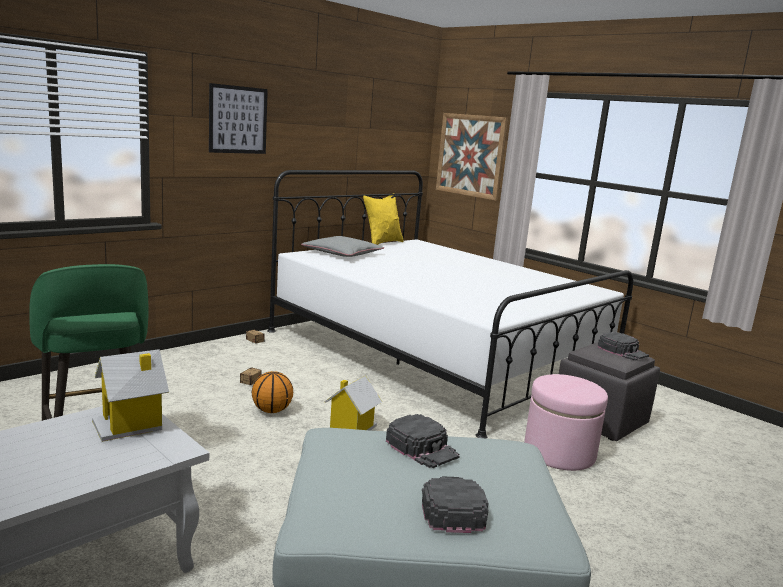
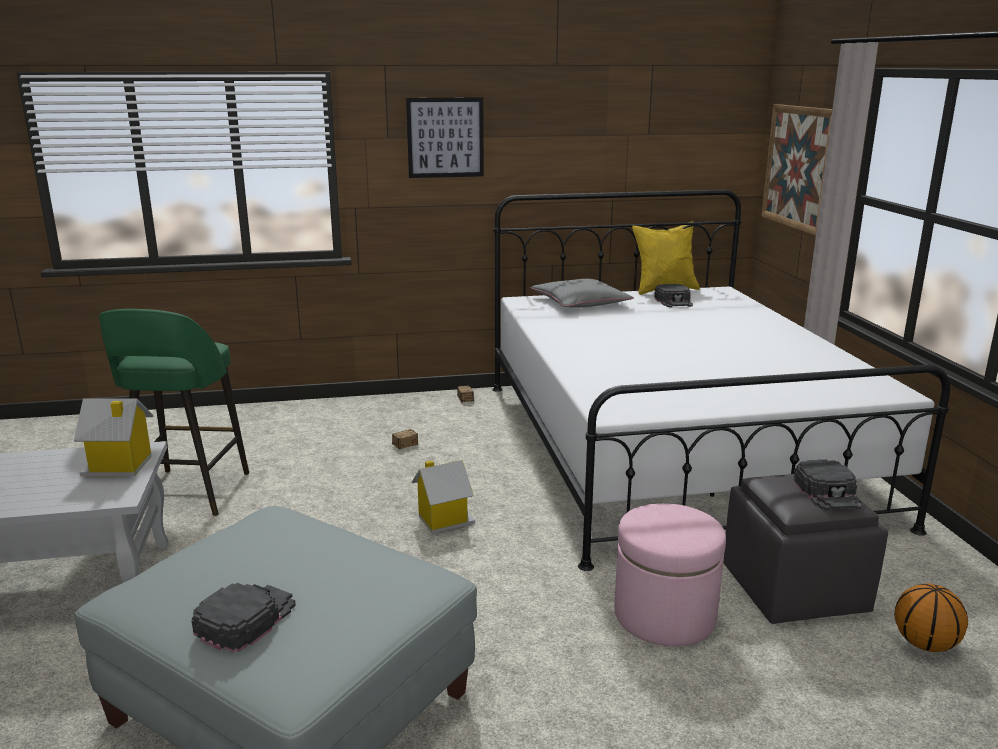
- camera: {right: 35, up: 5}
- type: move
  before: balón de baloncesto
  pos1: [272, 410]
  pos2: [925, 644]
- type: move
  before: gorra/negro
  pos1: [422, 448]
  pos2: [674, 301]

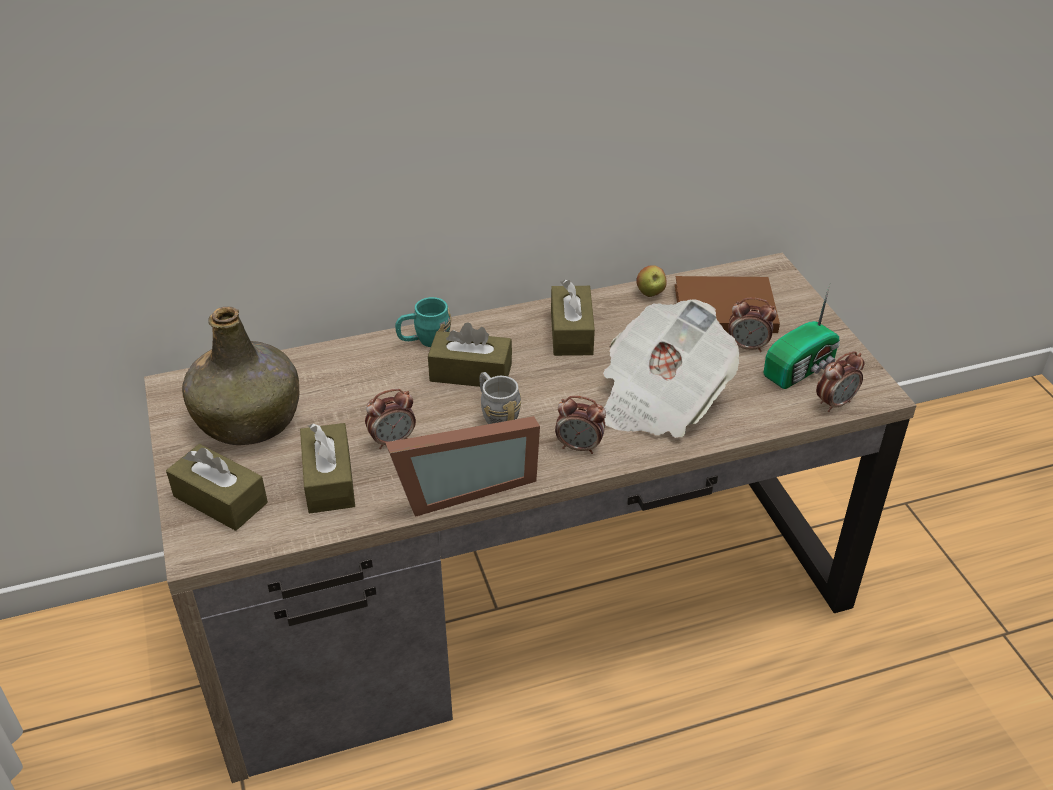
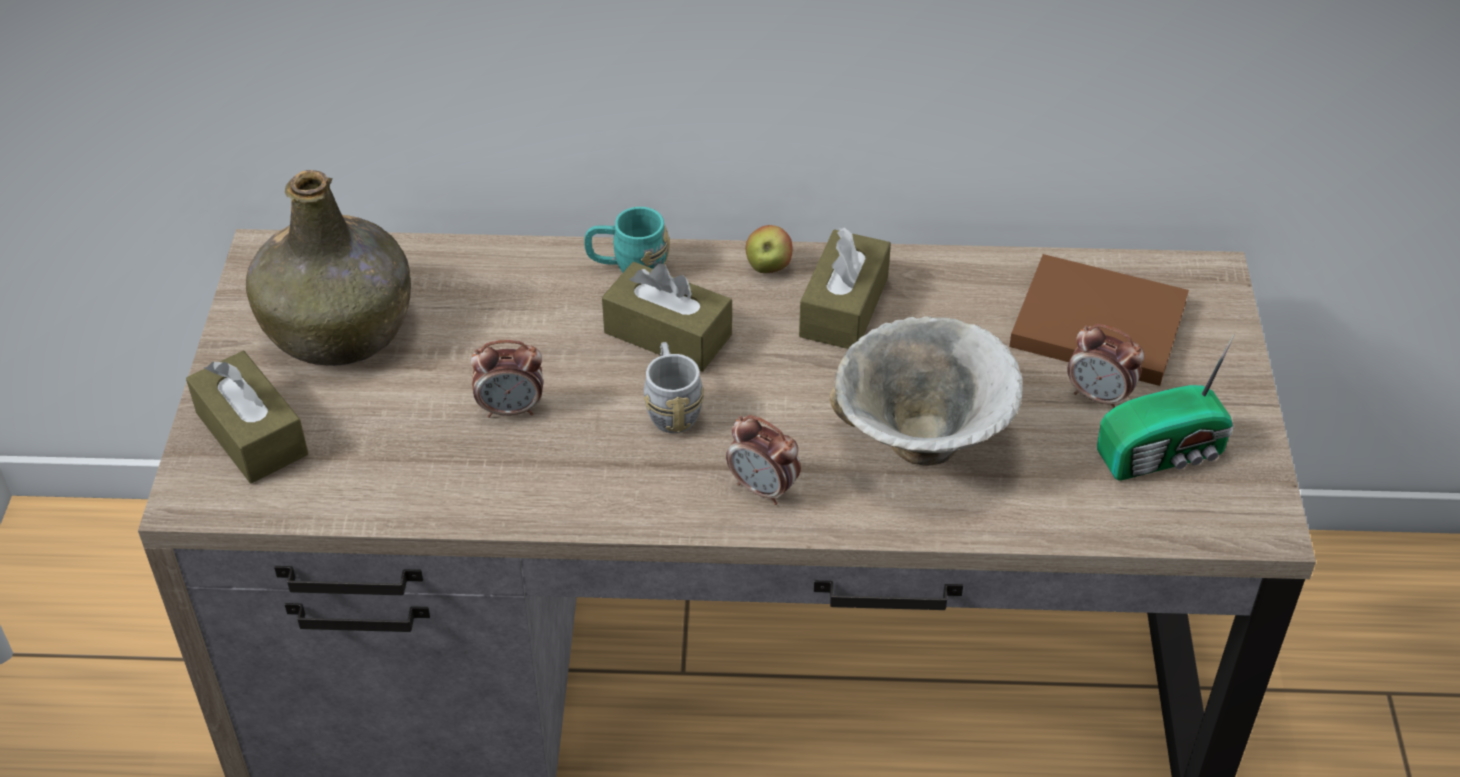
- camera: {right: 20, up: 5}
- type: delete
  before: caja de pañuelos/marrón
  pos1: [329, 480]
- type: delete
  before: portarretratos
  pos1: [462, 486]
- type: delete
  before: despertador
  pos1: [835, 403]
- type: move
  before: manzana
  pos1: [650, 293]
  pos2: [768, 267]
- type: replace
  before: periódico
  after: cuenco
  pos1: [660, 398]
  pos2: [920, 445]

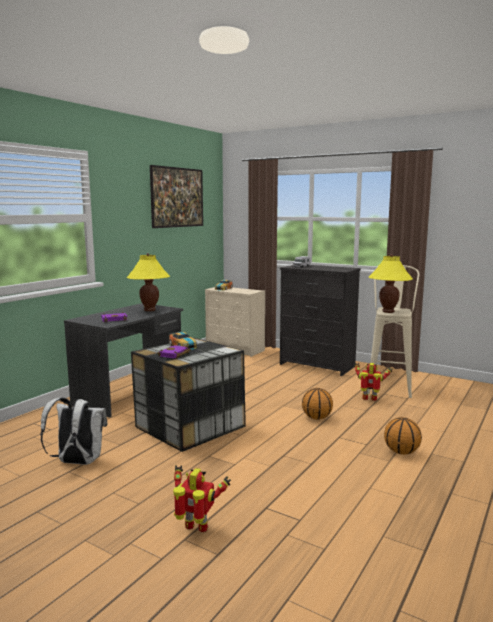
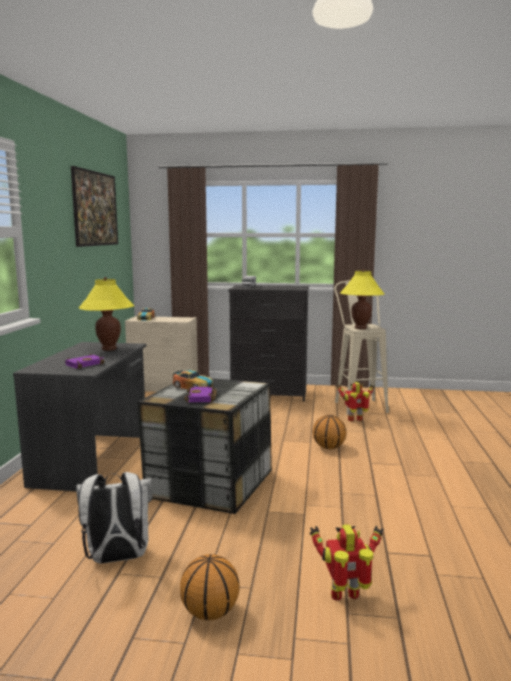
- camera: {right: -25, up: 0}
- type: move
  before: balón de baloncesto
  pos1: [402, 452]
  pos2: [210, 612]

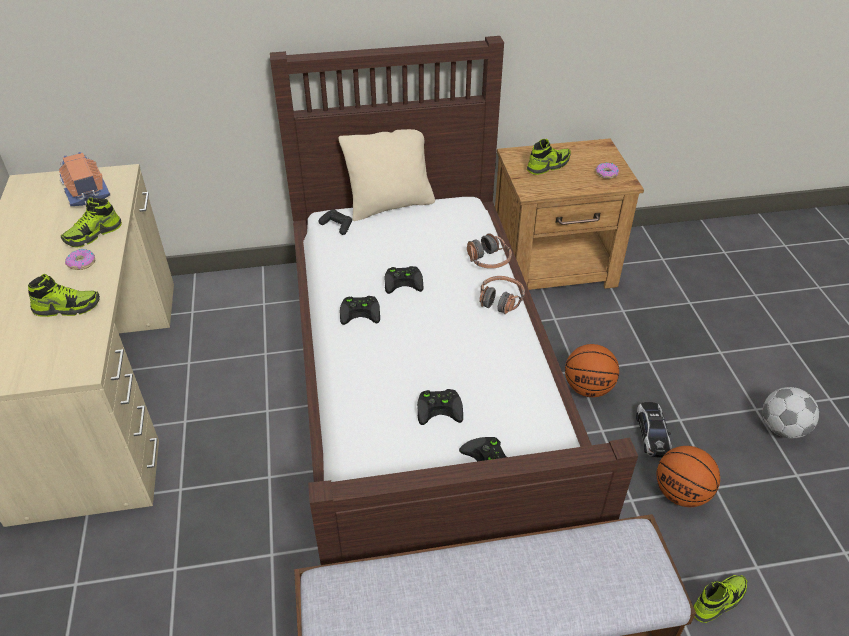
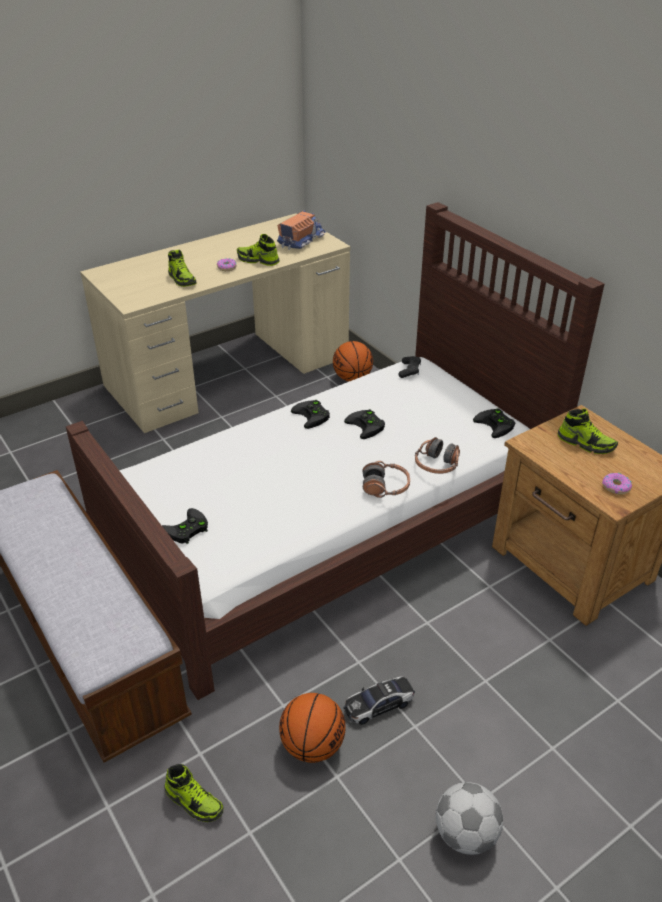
- camera: {right: 65, up: -5}
- type: delete
  before: cojín/beis
  pos1: [390, 205]
- type: move
  before: mando de consola/negro
  pos1: [440, 408]
  pos2: [496, 425]
- type: move
  before: balón de baloncesto
  pos1: [588, 388]
  pos2: [352, 378]

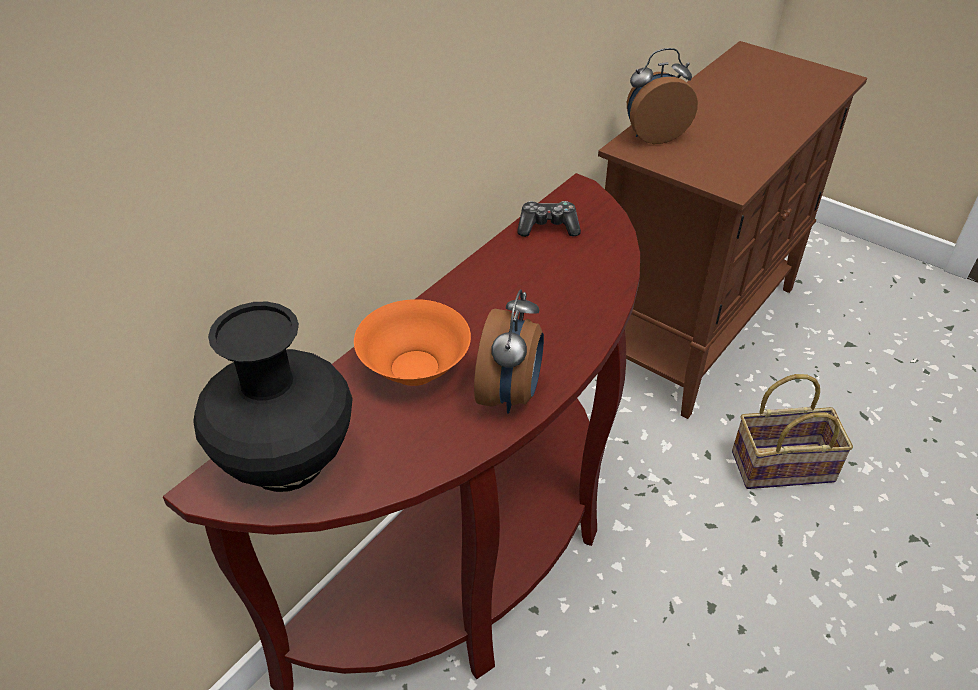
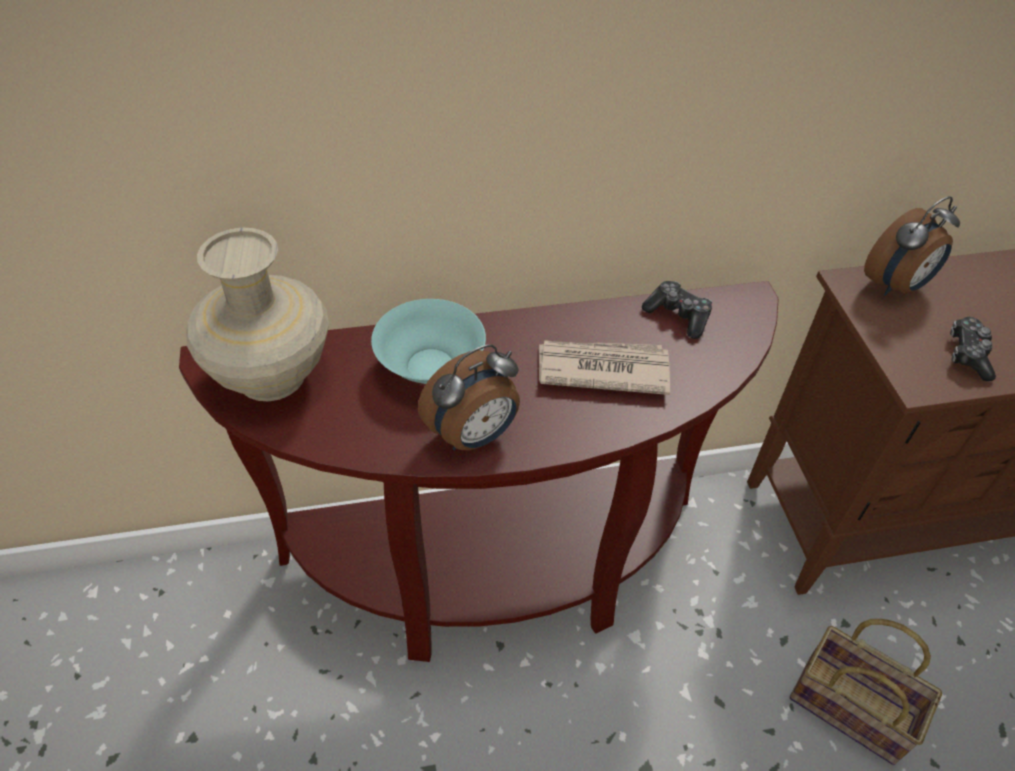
- camera: {right: 40, up: 5}
- type: insert
  after: periódico
  pos2: [601, 369]
- type: insert
  after: mando de consola
  pos2: [968, 355]
- type: recolor
  before: florero/negro
  after: florero/beis
  pos1: [287, 459]
  pos2: [272, 374]
- type: recolor
  before: cuenco/naranja
  after: cuenco/turquesa
  pos1: [415, 368]
  pos2: [430, 367]
- type: rotate
  before: despertador
  pos1: [654, 135]
  pos2: [896, 286]
  turn: 120

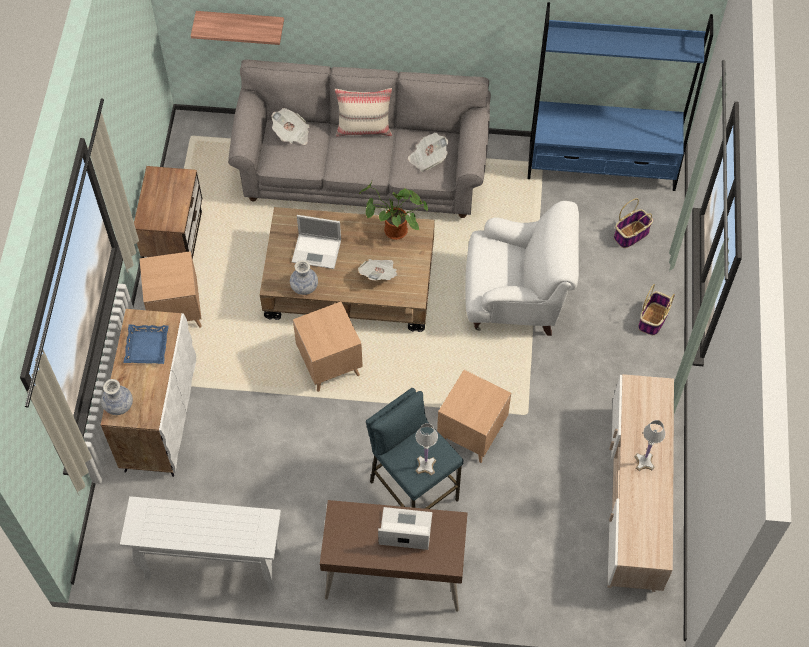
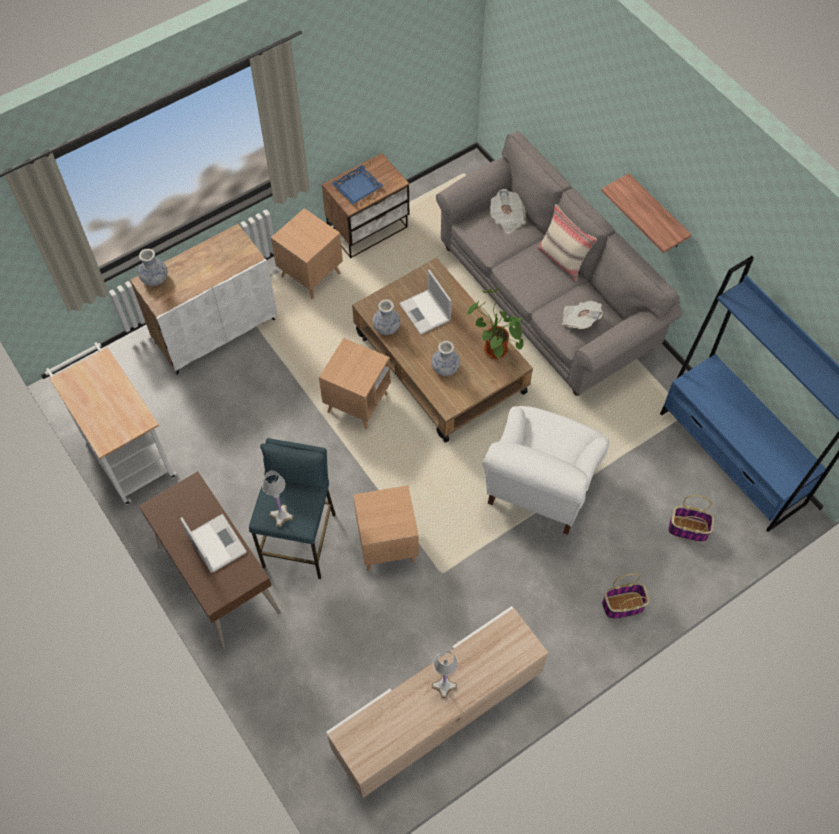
- camera: {right: 50, up: 0}
- type: move
  before: bandeja/azul
  pos1: [147, 346]
  pos2: [357, 188]
- type: move
  before: estante
  pos1: [241, 23]
  pos2: [656, 213]
- type: replace
  before: mesa consola/blanco
  after: carrito/blanco
  pos1: [211, 566]
  pos2: [125, 452]
- type: replace
  before: periódico
  after: florero
  pos1: [379, 274]
  pos2: [445, 368]
- type: rotate
  before: sillón/blanco
  pos1: [516, 299]
  pos2: [540, 488]
  turn: 60

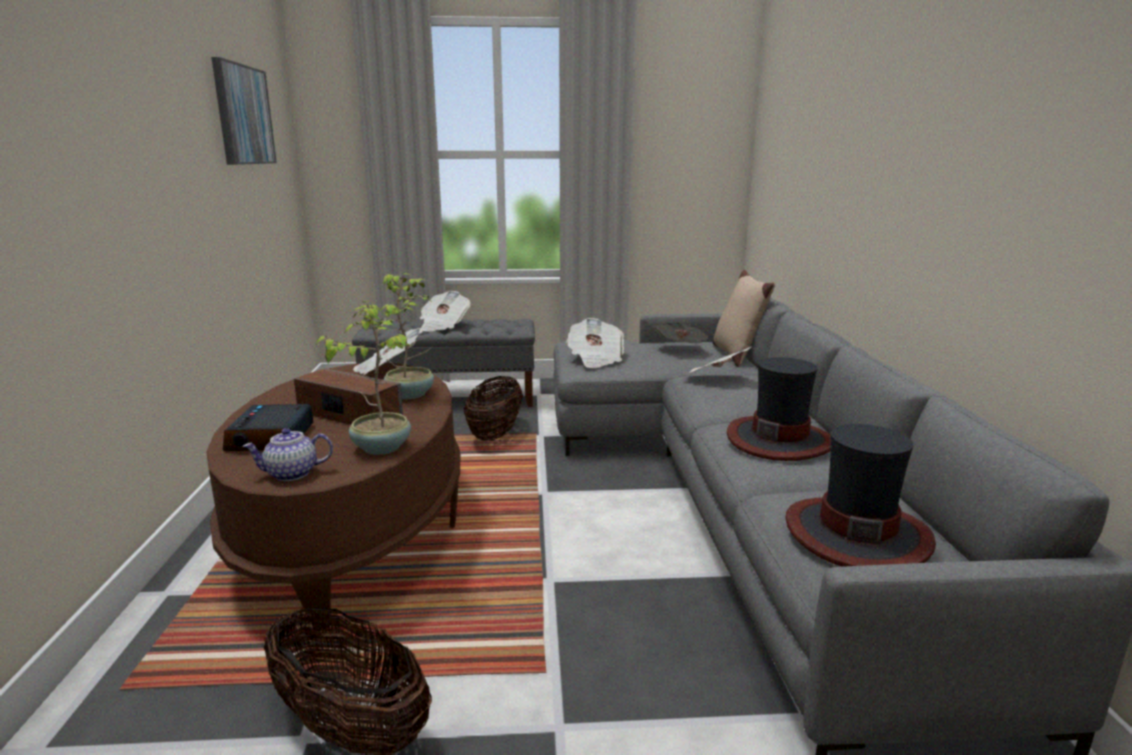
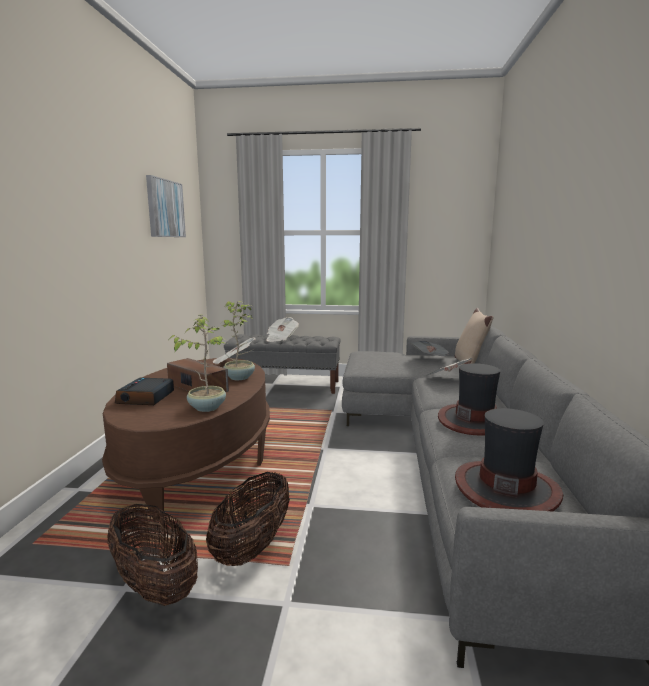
- camera: {right: 10, up: -5}
- type: delete
  before: tetera
  pos1: [291, 474]
- type: delete
  before: periódico
  pos1: [595, 359]
- type: move
  before: cesta
  pos1: [495, 434]
  pos2: [252, 546]

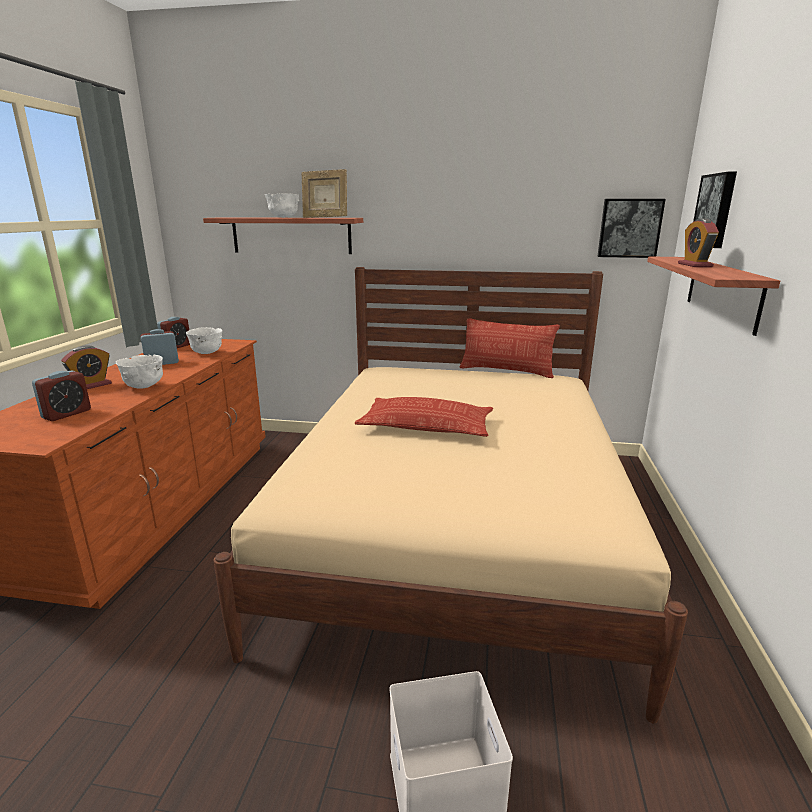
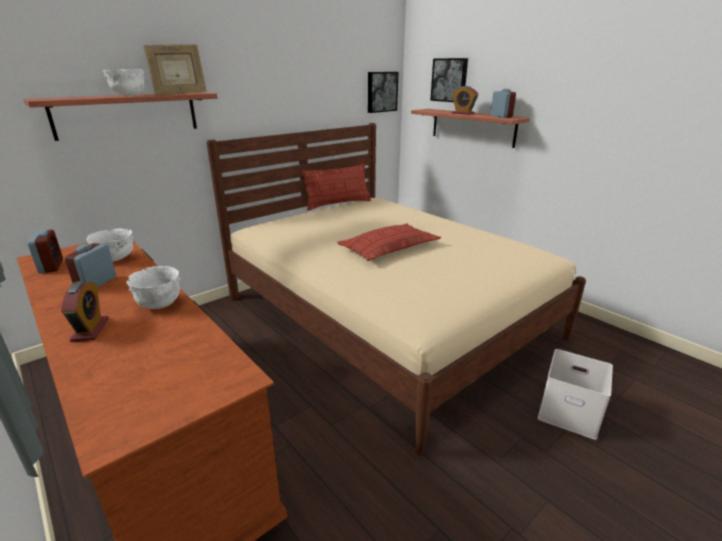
- camera: {right: -50, up: 5}
- type: move
  before: despertador
  pos1: [66, 414]
  pos2: [501, 116]

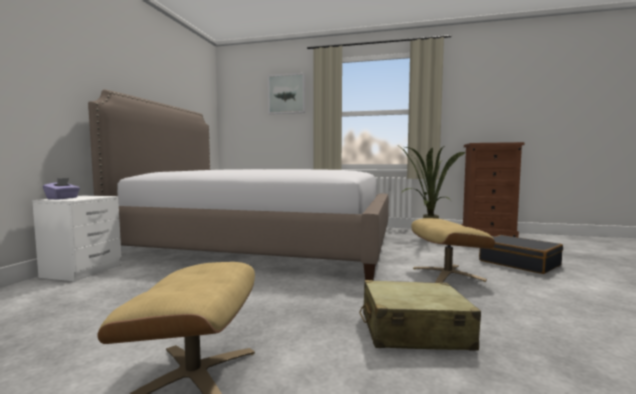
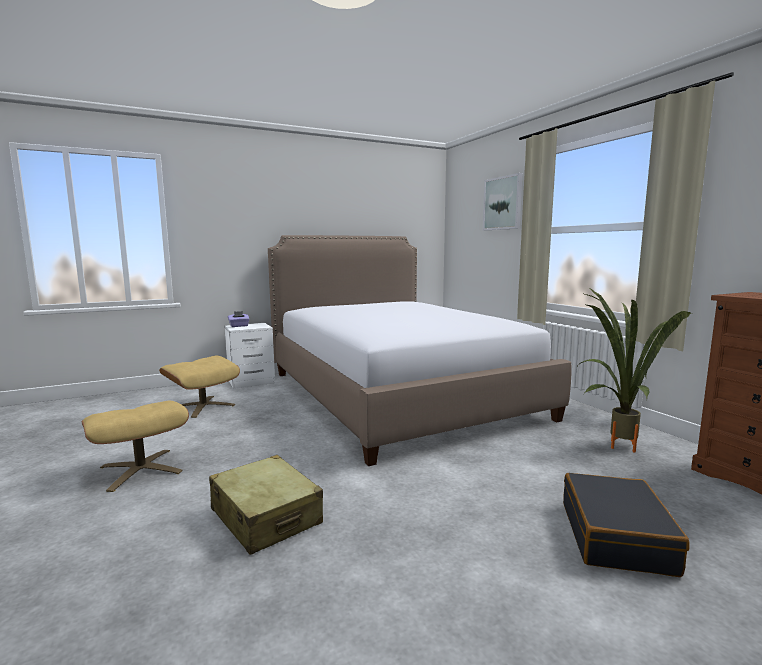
- camera: {right: 50, up: 5}
- type: move
  before: puf/beis
  pos1: [447, 274]
  pos2: [203, 406]

